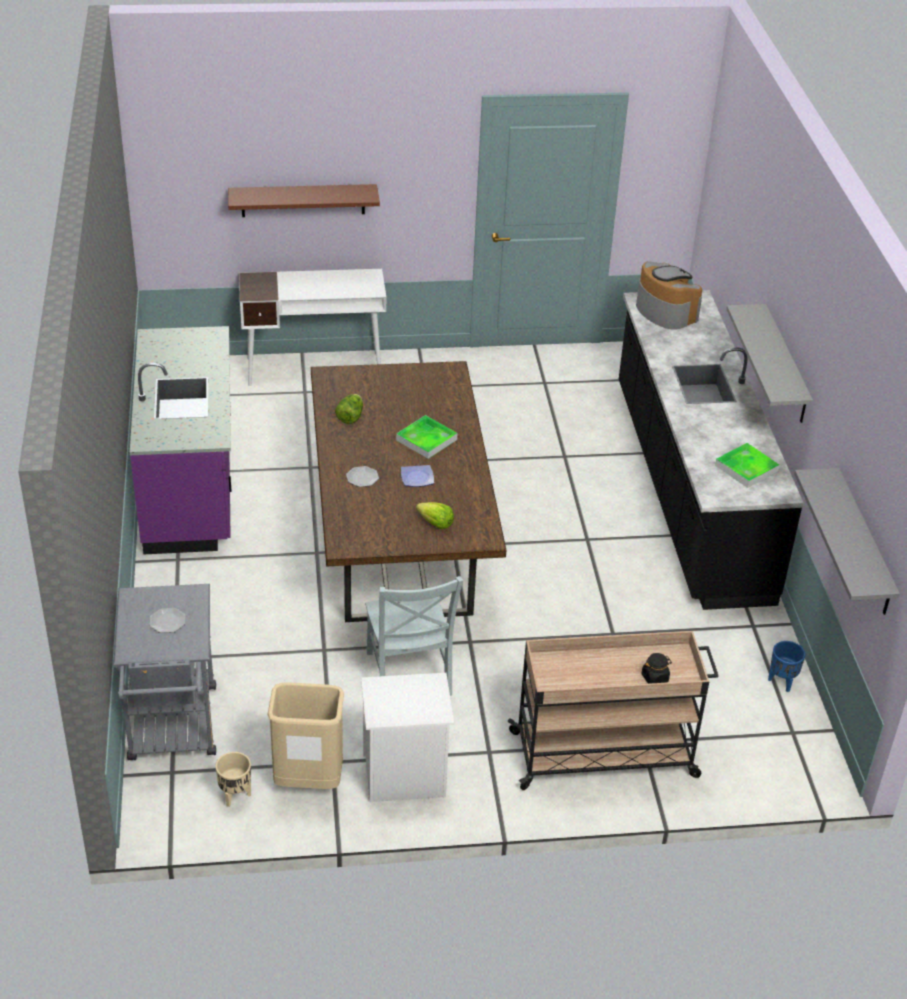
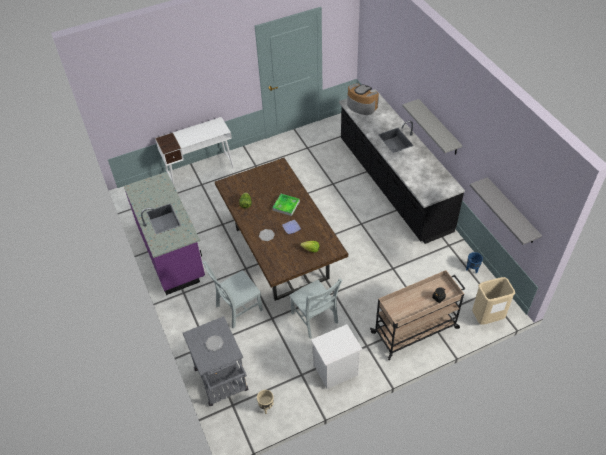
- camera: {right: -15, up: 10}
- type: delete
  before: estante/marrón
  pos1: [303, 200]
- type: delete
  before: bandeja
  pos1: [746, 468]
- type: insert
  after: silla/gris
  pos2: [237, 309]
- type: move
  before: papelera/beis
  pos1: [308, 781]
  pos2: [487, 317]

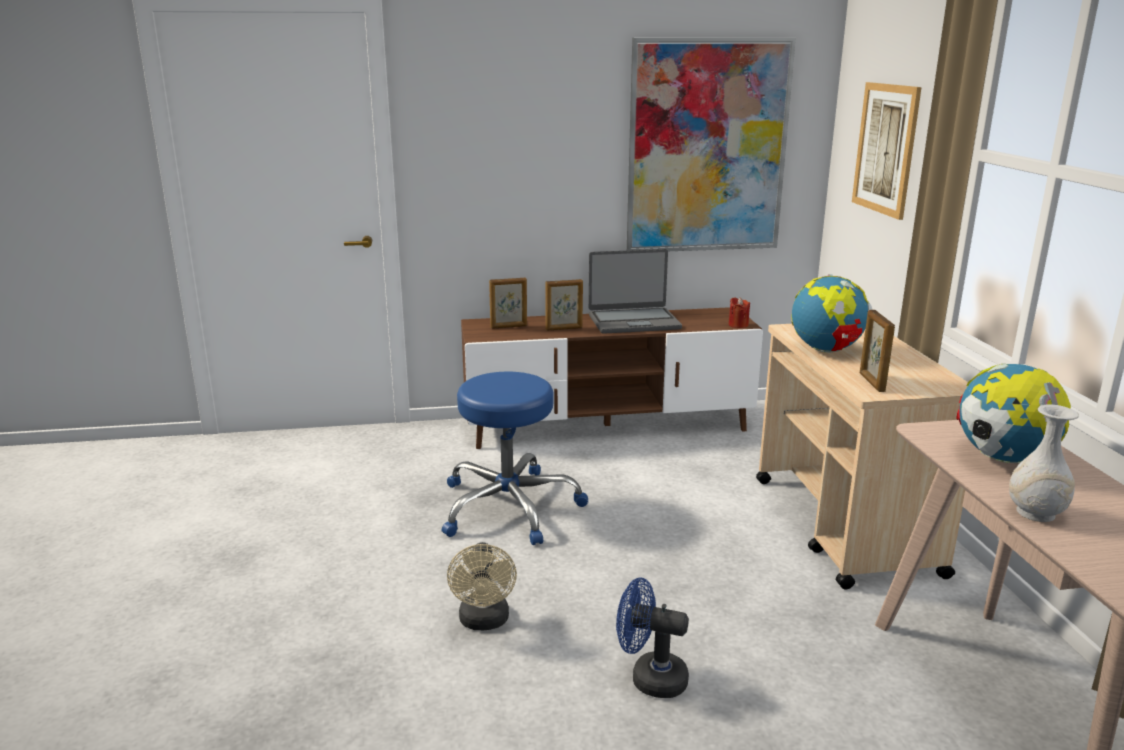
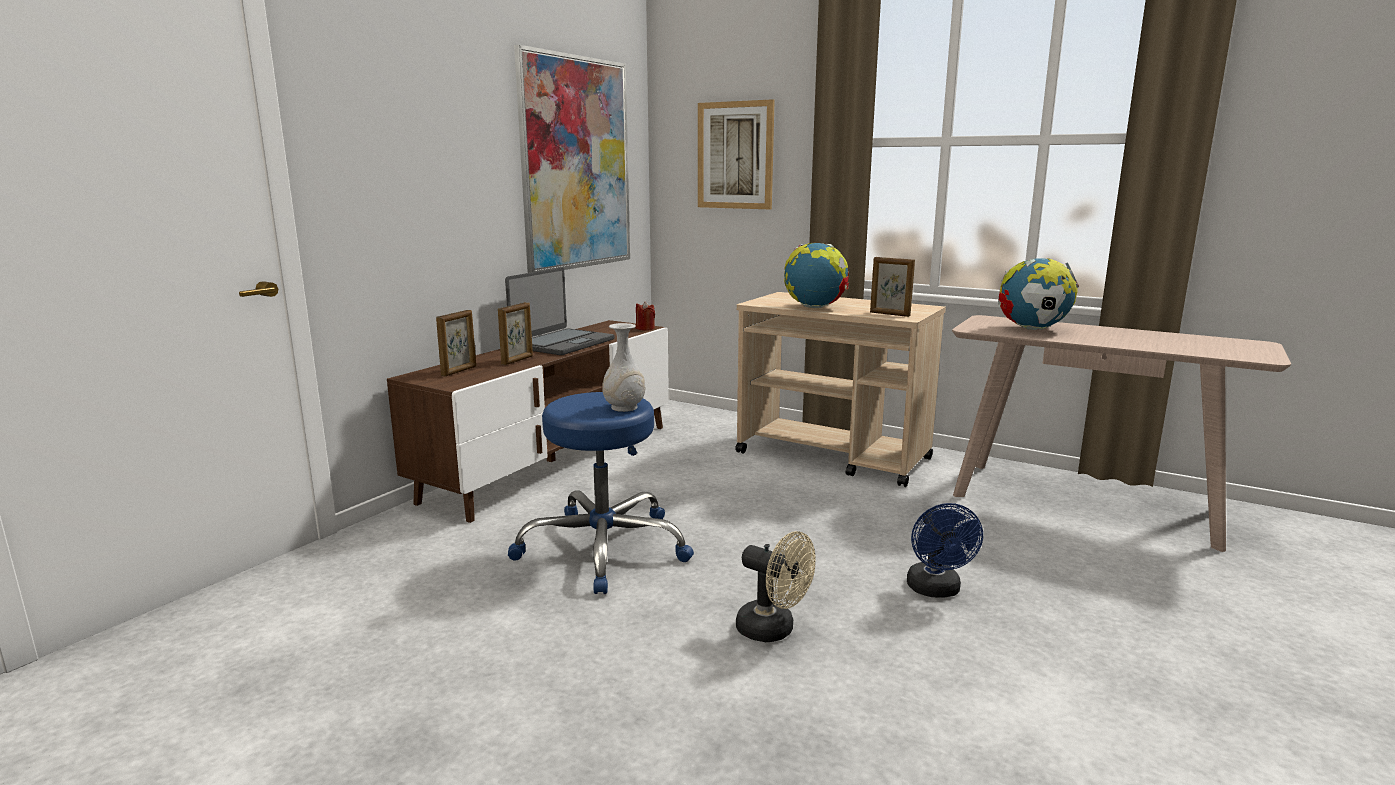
- camera: {right: -50, up: -5}
- type: move
  before: florero/blanco
  pos1: [1035, 513]
  pos2: [624, 408]
- type: rotate
  before: ventilador/azul
  pos1: [650, 678]
  pos2: [936, 590]
  turn: -60

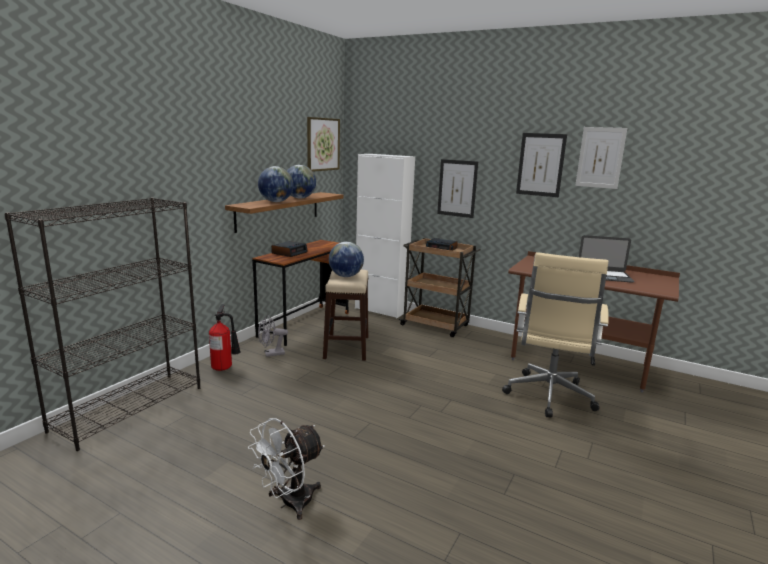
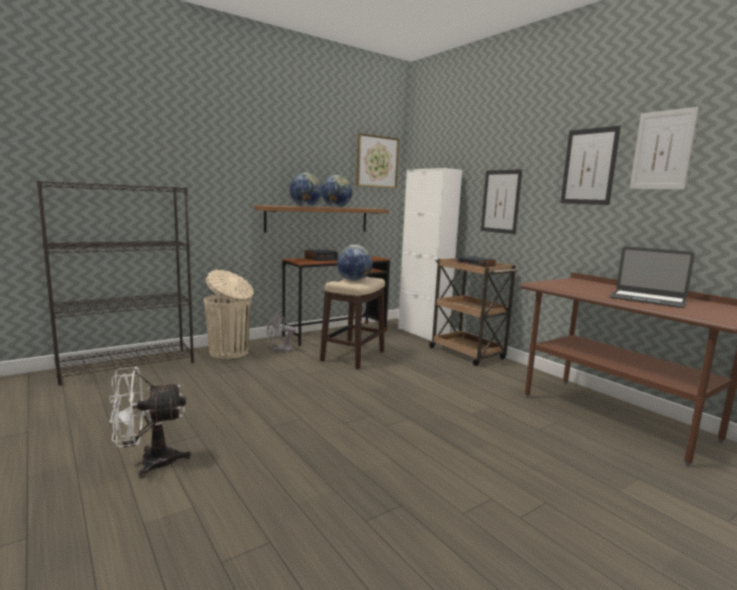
- camera: {right: 25, up: -5}
- type: delete
  before: silla de oficina/beis
  pos1: [549, 397]
- type: replace
  before: extintor
  after: papelera/beis
  pos1: [225, 368]
  pos2: [230, 352]

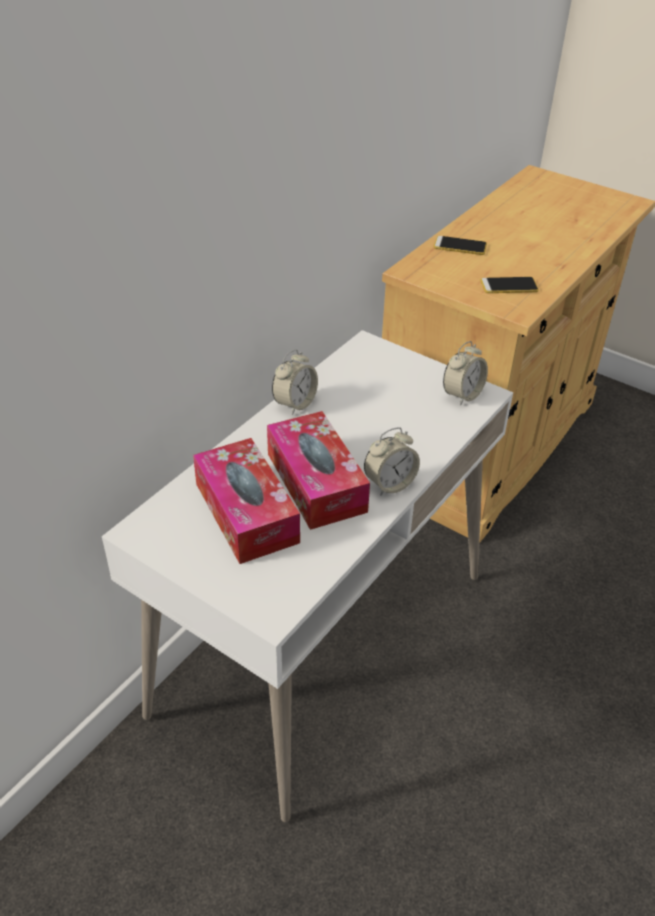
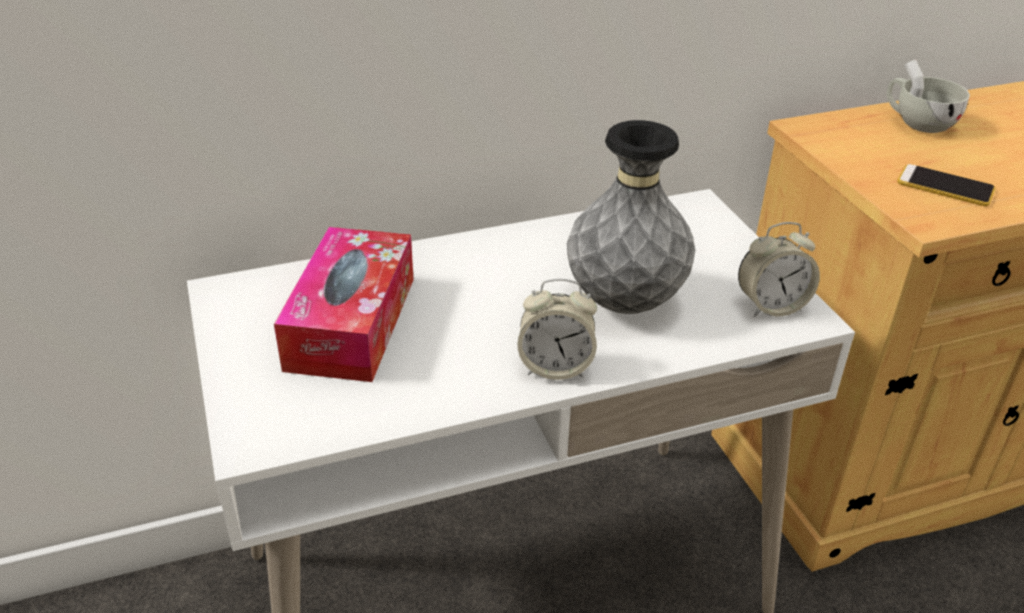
- camera: {right: 35, up: -5}
- type: delete
  before: caja de pañuelos
  pos1: [316, 482]
- type: delete
  before: despertador
  pos1: [295, 404]
- type: insert
  after: florero/gris
  pos2: [625, 303]
- type: replace
  before: móvil
  after: taza/blanco
  pos1: [460, 246]
  pos2: [917, 123]

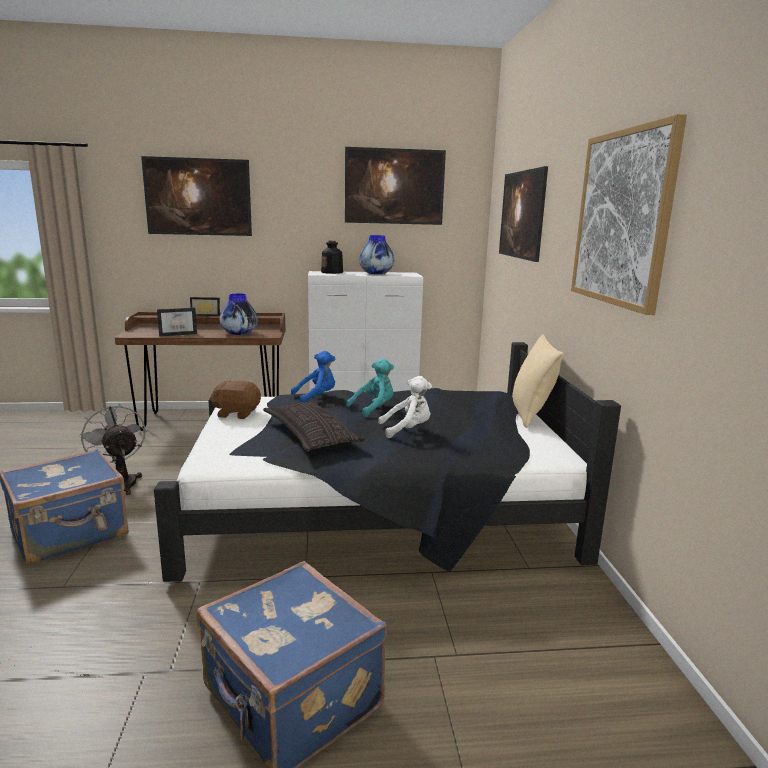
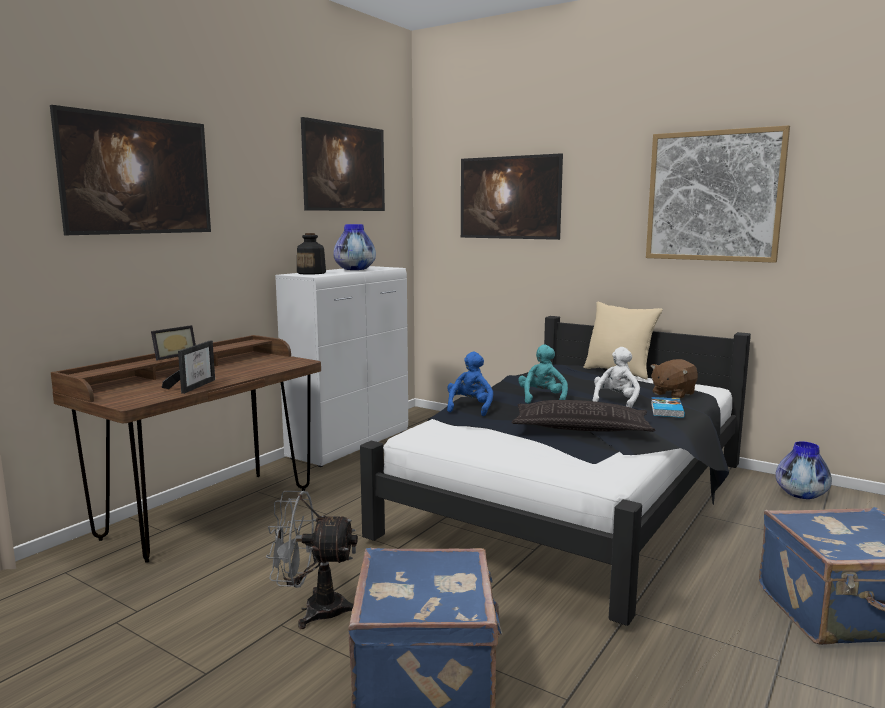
- camera: {right: -50, up: -5}
- type: insert
  after: libro
  pos2: [666, 410]
- type: move
  before: peluche/marrón
  pos1: [237, 413]
  pos2: [672, 394]
- type: move
  before: florero
  pos1: [239, 333]
  pos2: [801, 495]

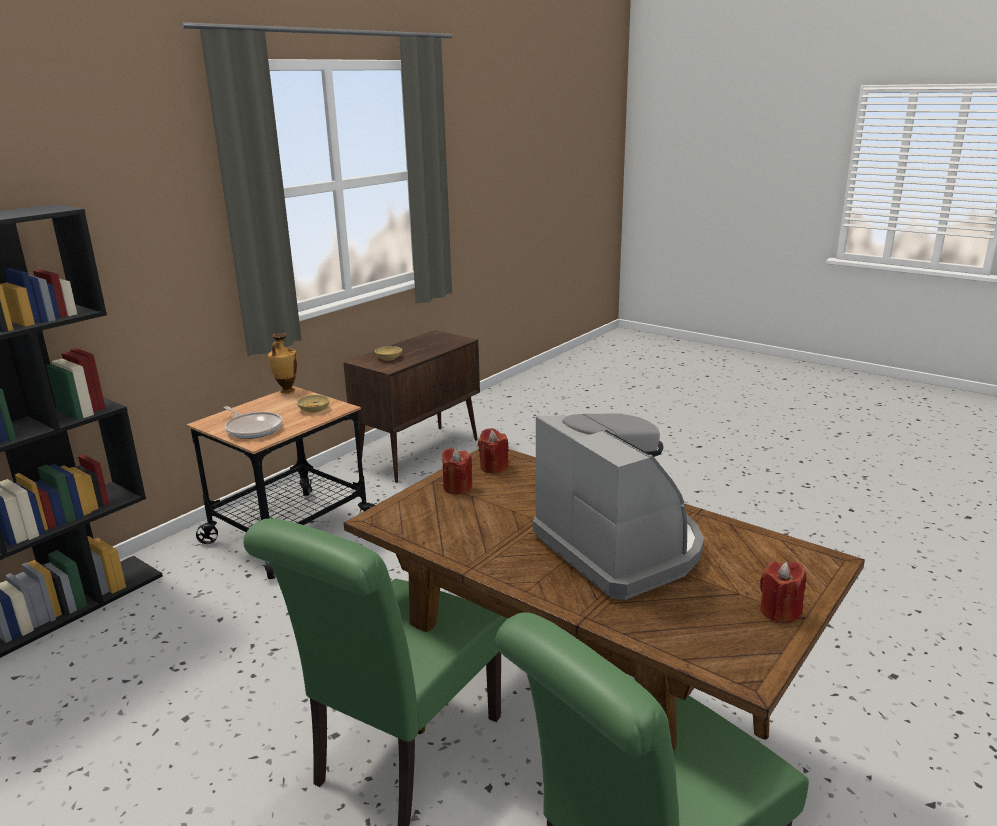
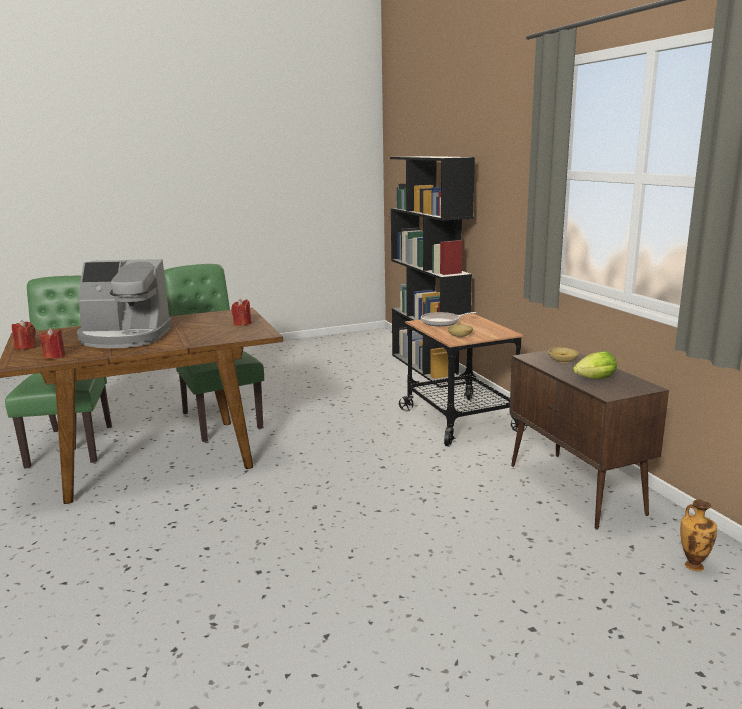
- camera: {right: 120, up: -5}
- type: insert
  after: lechuga
  pos2: [593, 379]
- type: move
  before: florero
  pos1: [286, 391]
  pos2: [693, 565]
- type: move
  before: vela/rojo
  pos1: [493, 467]
  pos2: [54, 356]

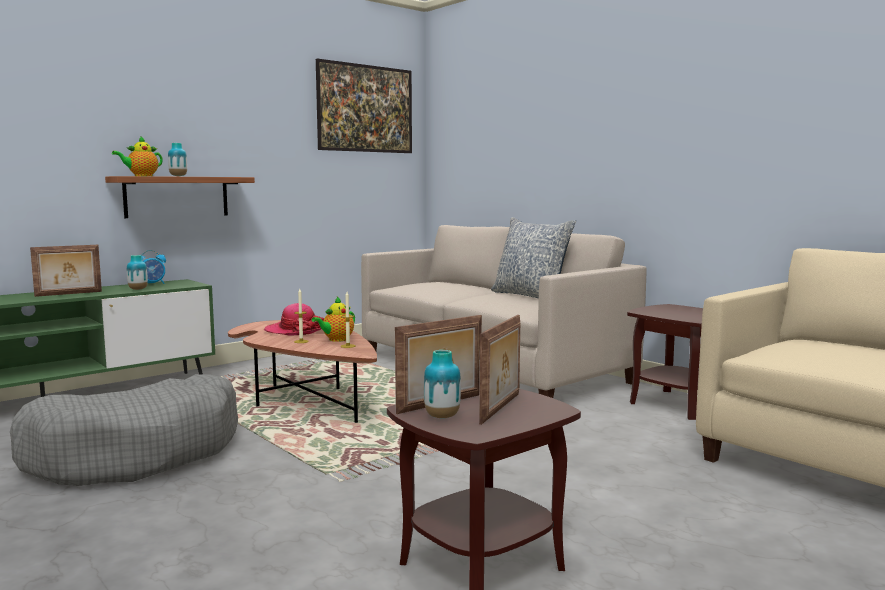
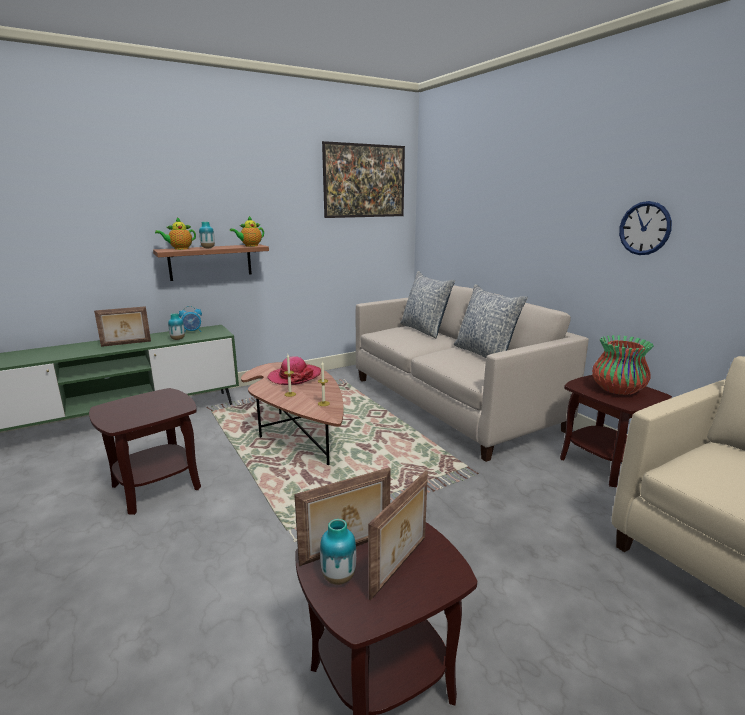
- camera: {right: 10, up: 10}
- type: insert
  after: cojín
  pos2: [424, 330]
- type: insert
  after: florero
  pos2: [617, 390]
- type: insert
  after: reloj de pared
  pos2: [644, 228]
- type: move
  before: tetera
  pos1: [336, 340]
  pos2: [250, 246]
- type: replace
  before: cama para perro/gris
  after: mesa auxiliar/marrón
  pos1: [137, 453]
  pos2: [156, 487]

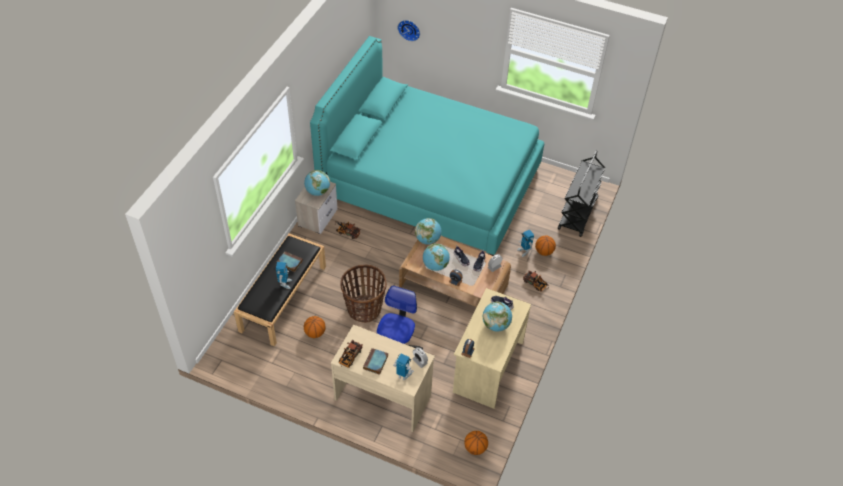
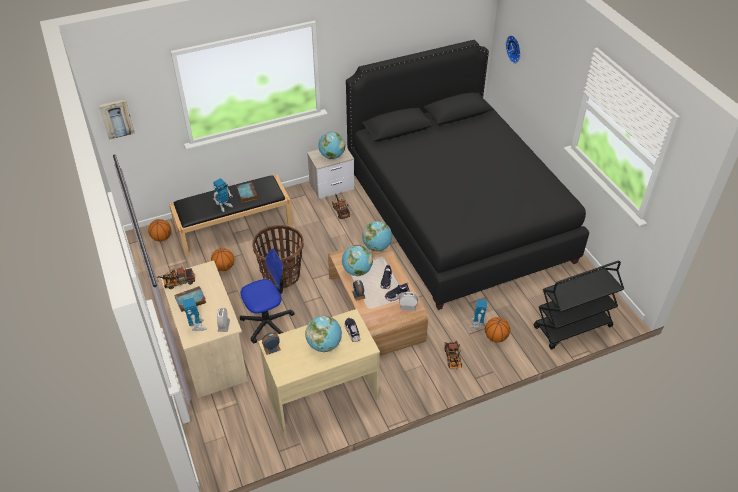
- camera: {right: 45, up: -5}
- type: insert
  after: cuadro
  pos2: [116, 118]
- type: move
  before: balón de baloncesto
  pos1: [475, 448]
  pos2: [161, 238]
- type: recolor
  before: cama/turquesa
  after: cama/negro
  pos1: [430, 183]
  pos2: [457, 215]

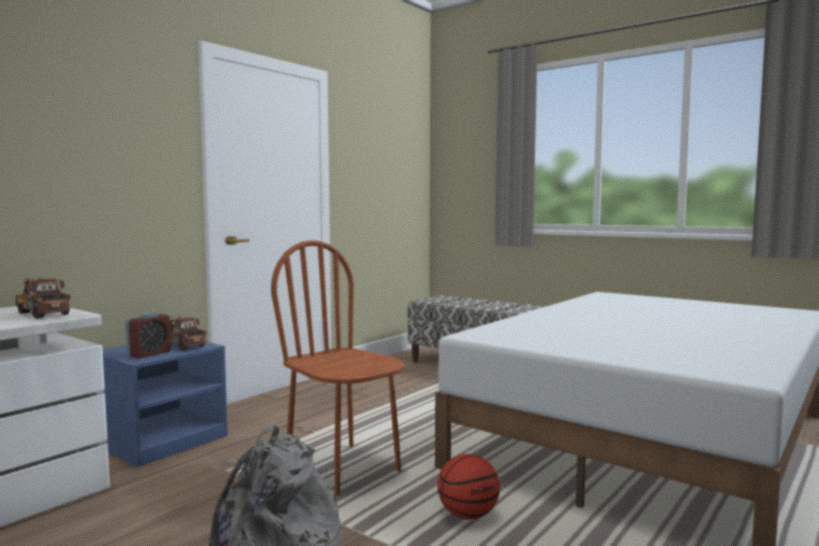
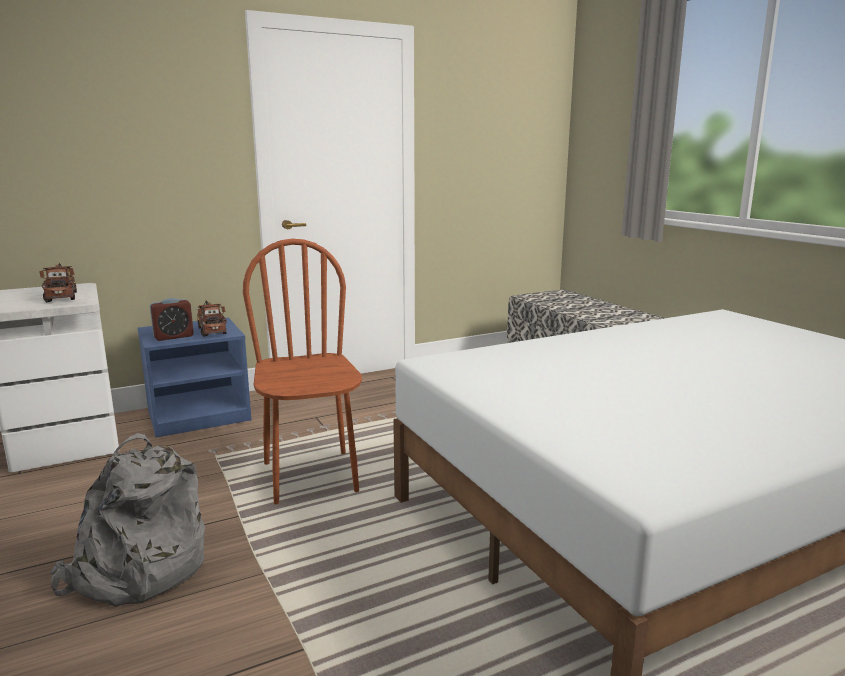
- camera: {right: 25, up: 10}
- type: delete
  before: balón de baloncesto
  pos1: [468, 515]

